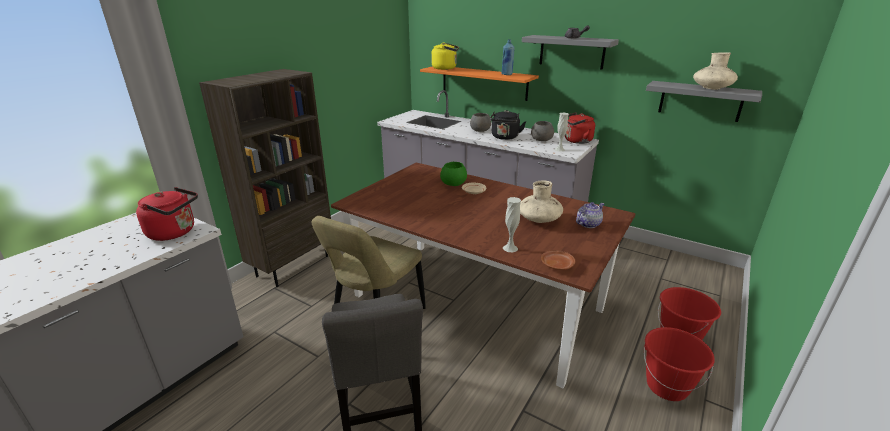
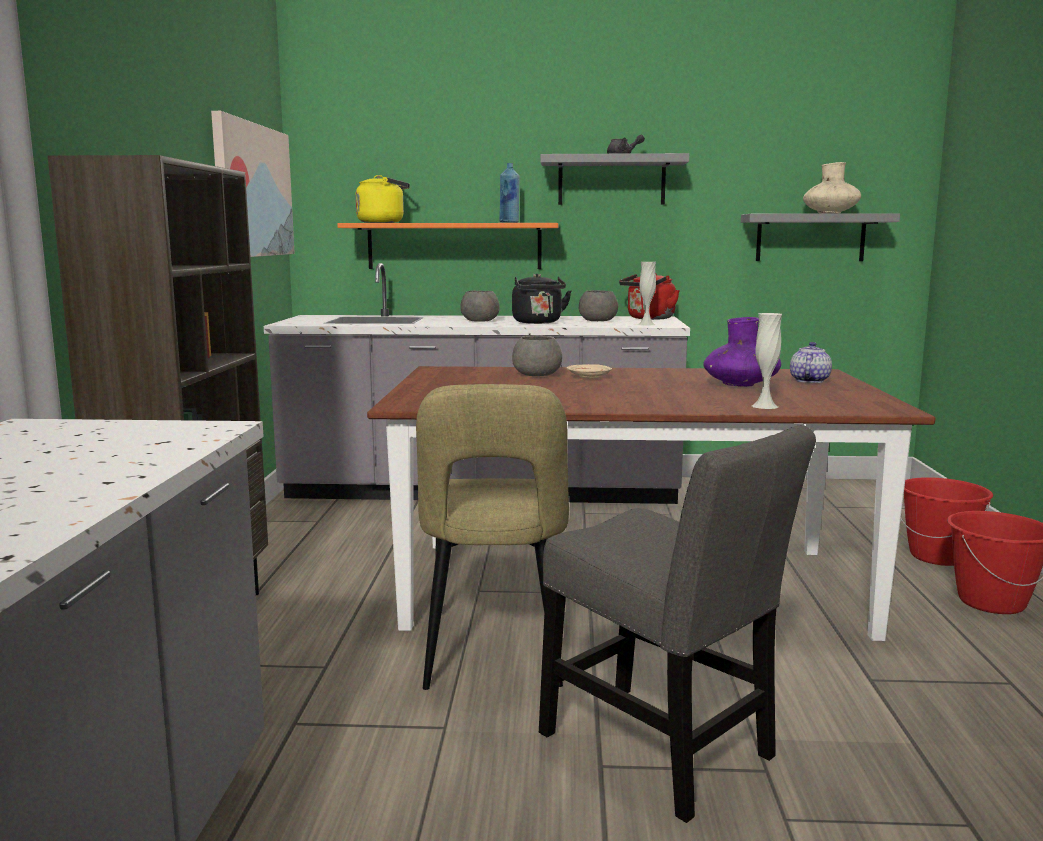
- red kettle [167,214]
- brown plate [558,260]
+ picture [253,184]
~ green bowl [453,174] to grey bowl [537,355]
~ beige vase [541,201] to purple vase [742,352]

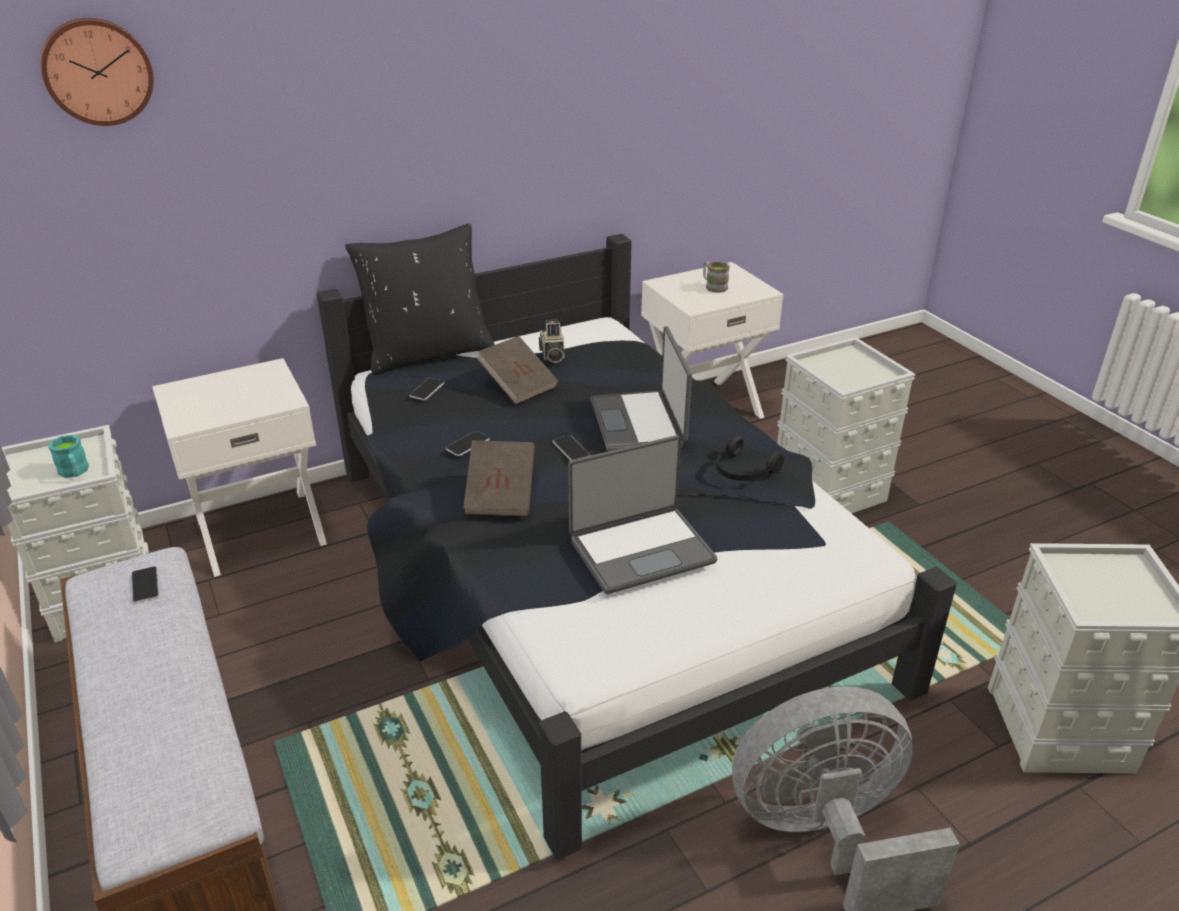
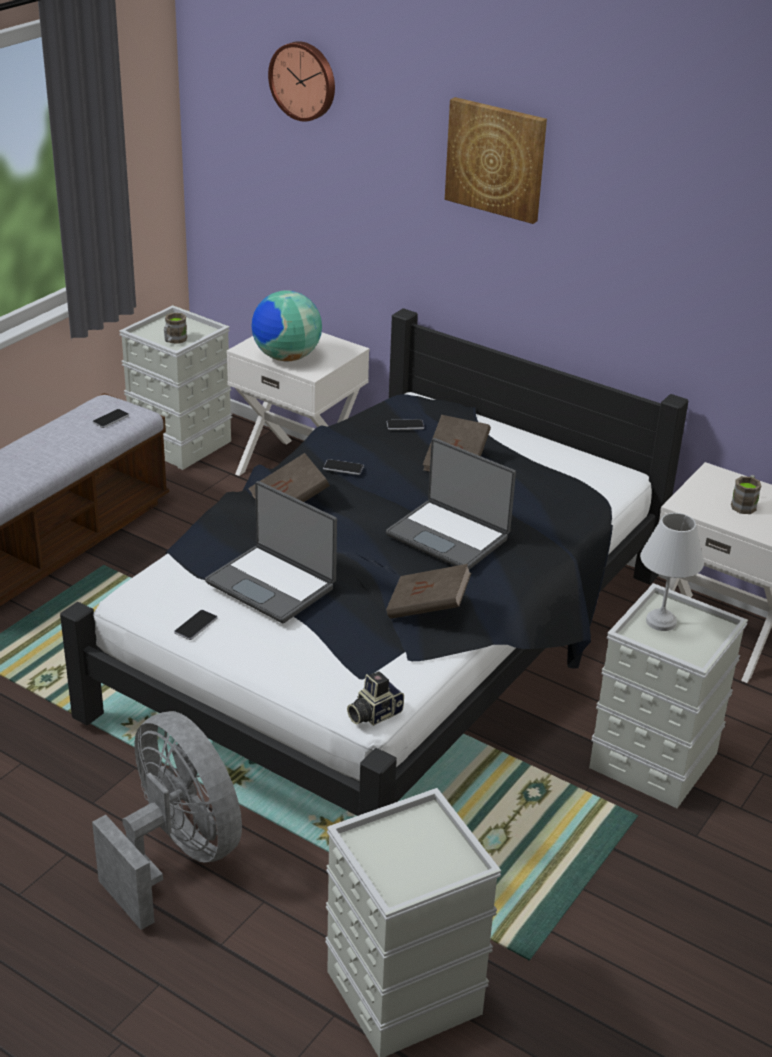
- black pillow [420,299]
+ globe [287,325]
+ picture [496,160]
+ white table lamp [672,572]
~ photo camera [551,341] to [375,698]
~ phone [571,447] to [196,625]
~ black headphones [750,458] to brown book [428,591]
~ turquoise mug [68,456] to brown mug [175,328]
~ laptop [641,388] = [451,504] 105 degrees counterclockwise

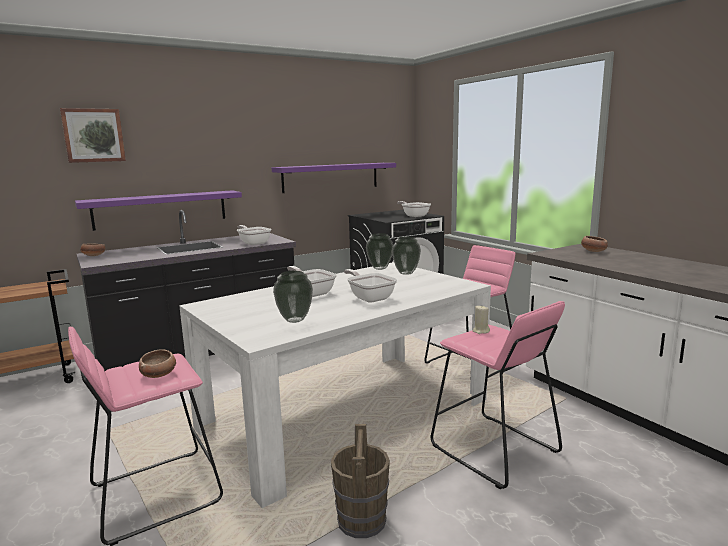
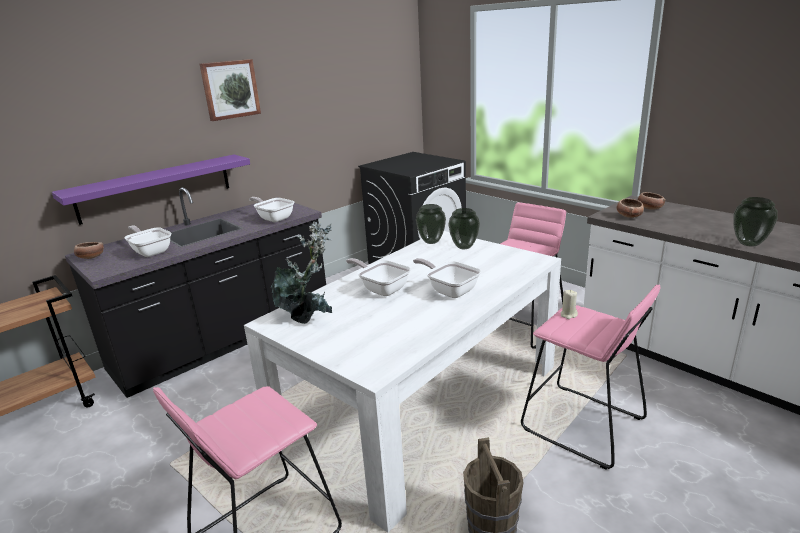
- purple shelf [334,178]
+ potted plant [302,272]
~ picture [93,135] to [230,90]
~ bowl [157,363] to [630,208]
~ vase [293,297] to [755,222]
~ frying pan [414,209] to [147,241]

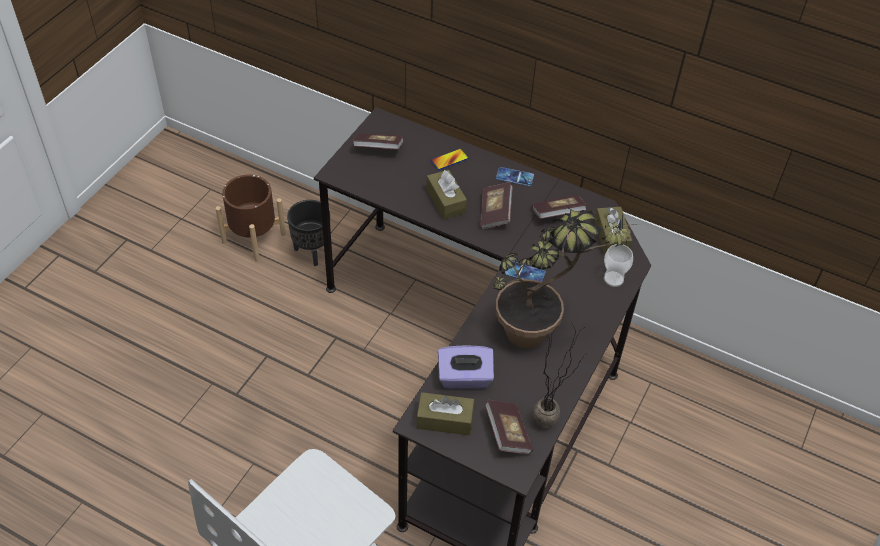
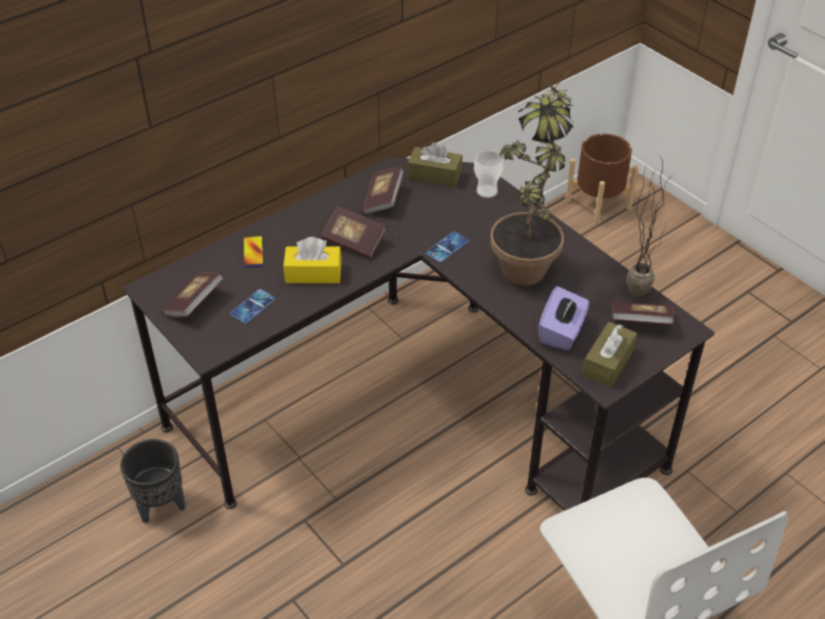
~ brown planter [250,218] to [602,179]
~ phone [515,176] to [253,306]
~ brown tissue box [446,195] to yellow tissue box [312,260]

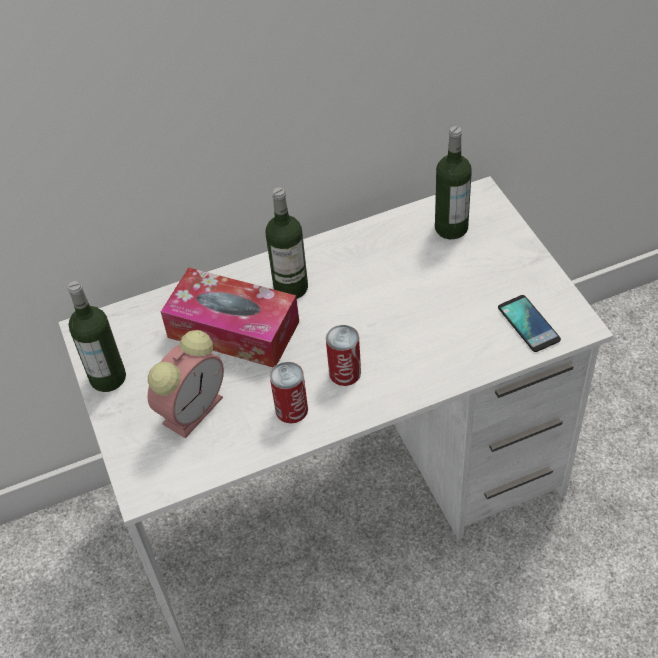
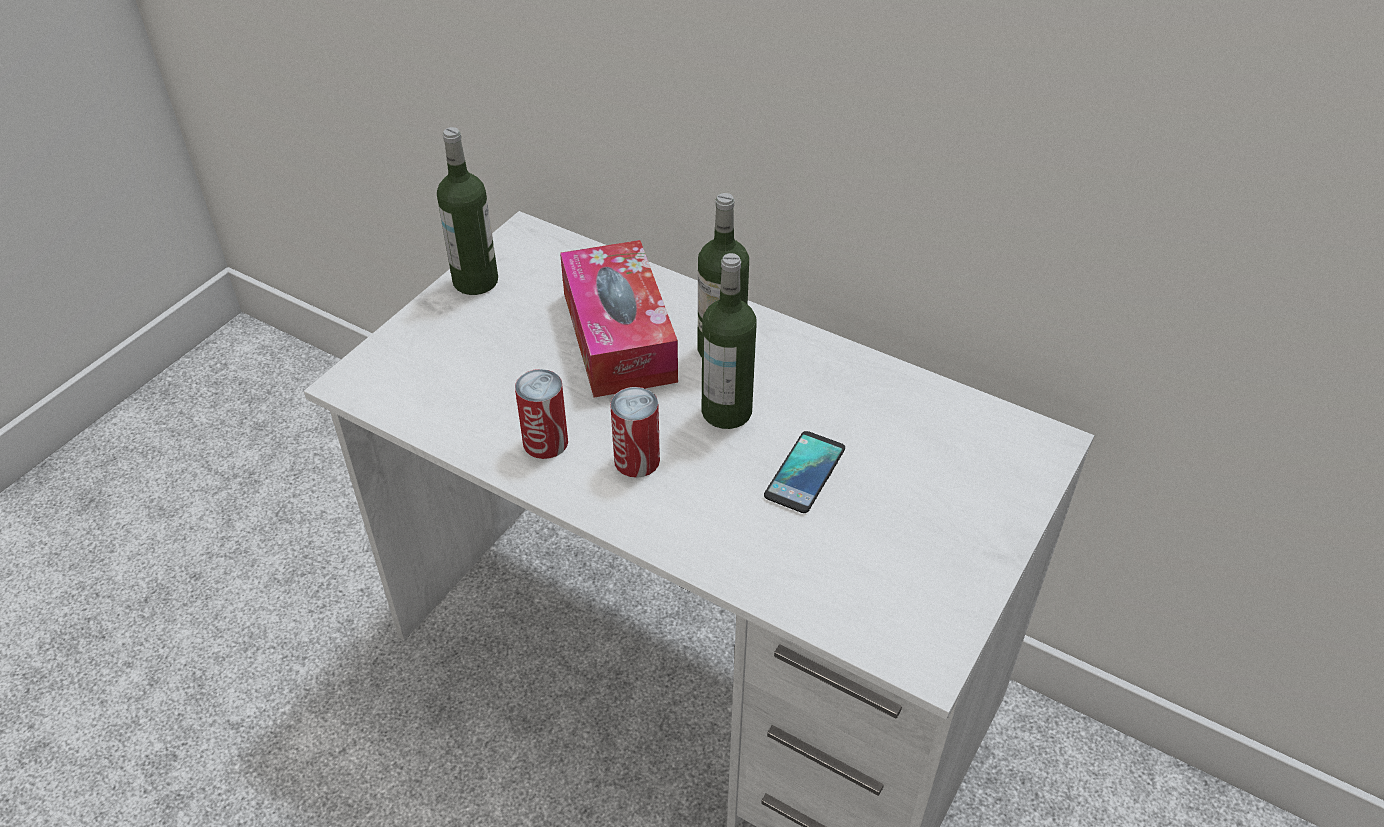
- alarm clock [186,384]
~ bottle [453,182] to [729,341]
~ phone [529,323] to [804,472]

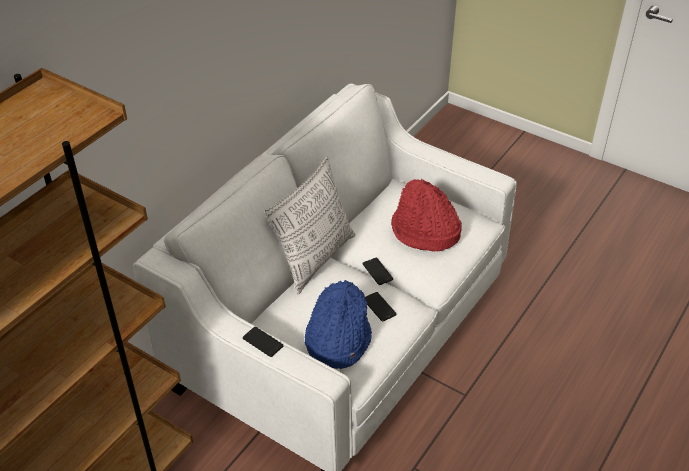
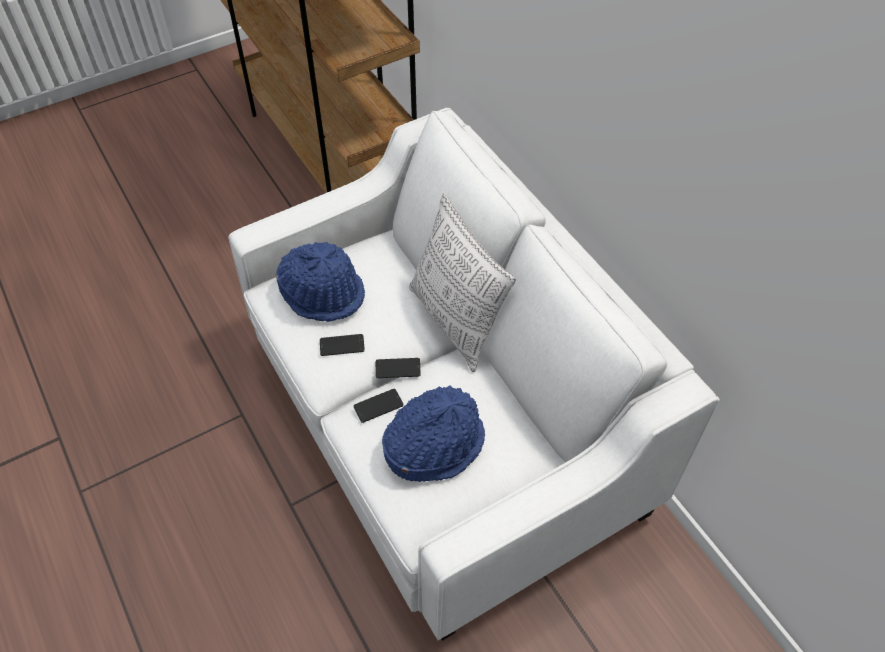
~ phone [262,342] to [379,406]
~ red hat [426,215] to blue hat [433,433]

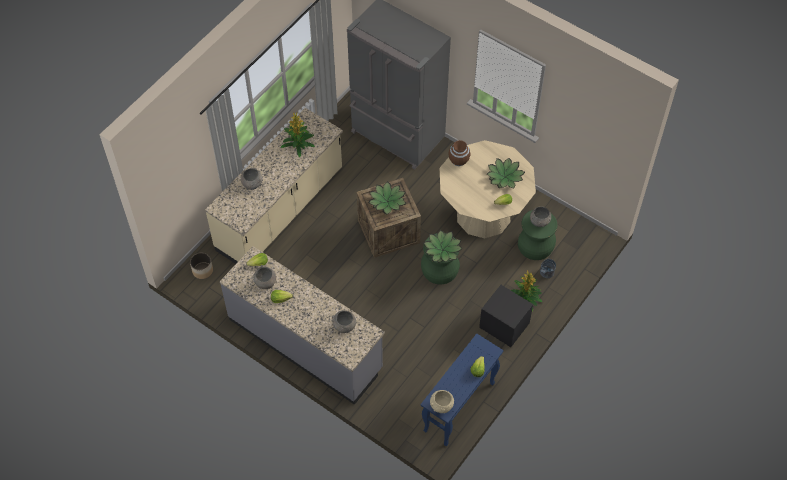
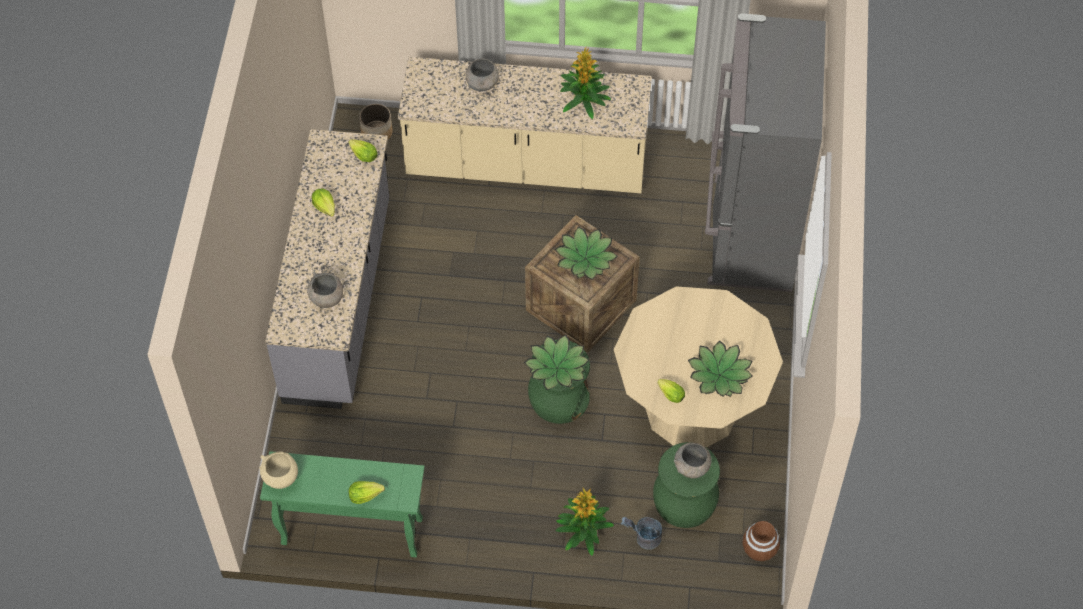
- grey bowl [264,277]
- black nightstand [506,316]
~ brown vase [459,153] to [761,541]
~ blue console table [462,390] to green console table [342,504]

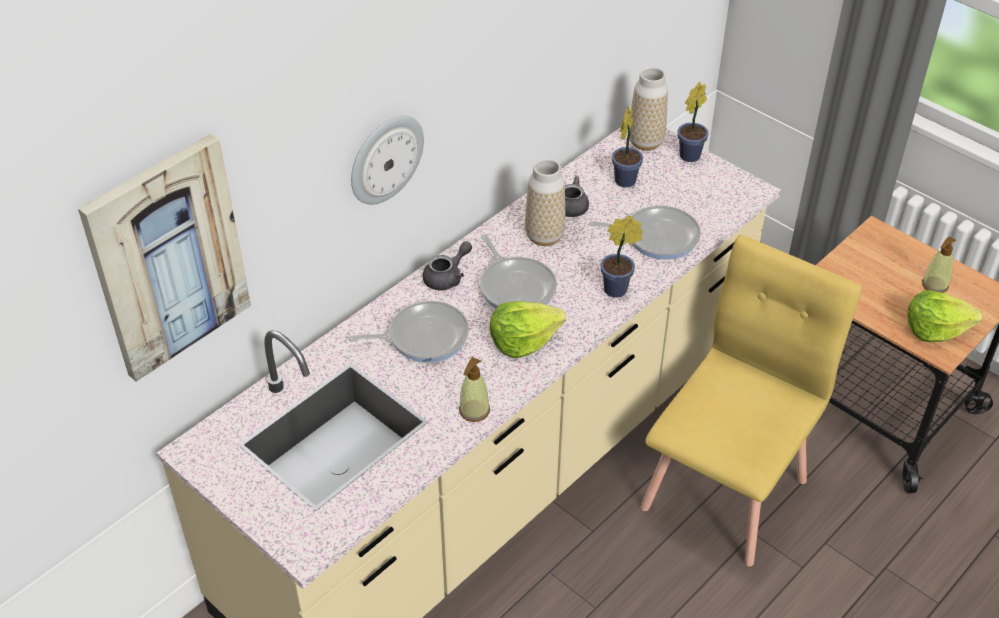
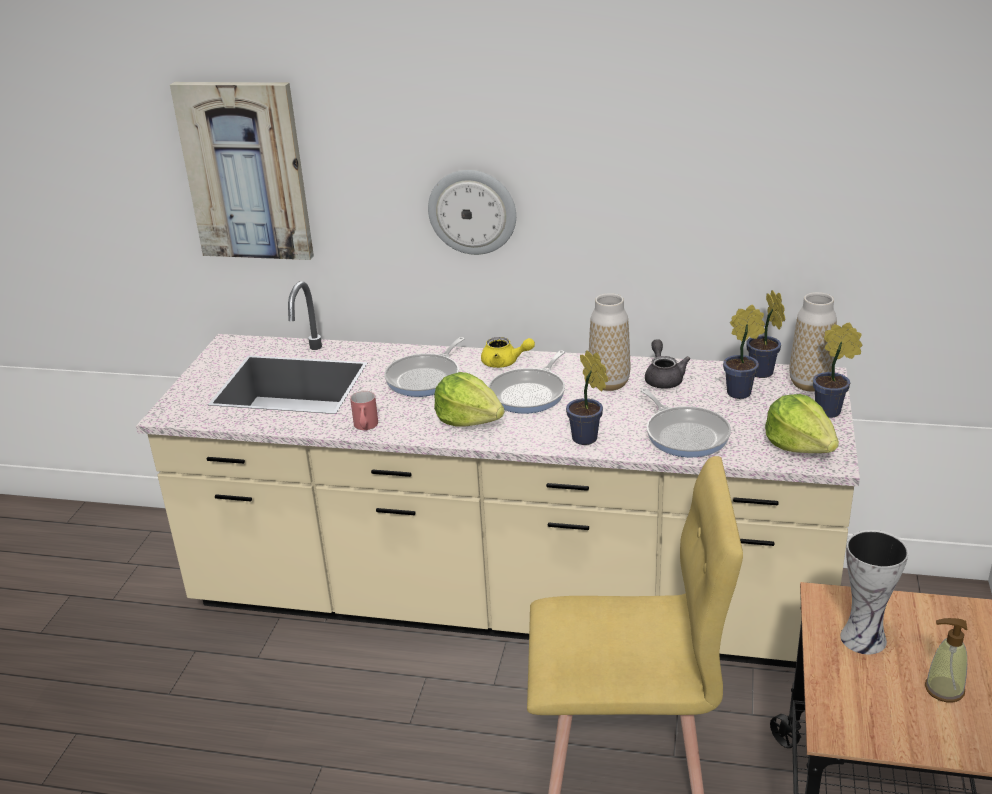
+ potted plant [765,334]
+ vase [874,592]
~ lettuce [945,316] to [802,423]
~ soap dispenser [474,389] to red mug [364,410]
~ grey teapot [447,266] to yellow teapot [508,352]
~ frying pan [408,332] = [424,367] 75 degrees clockwise

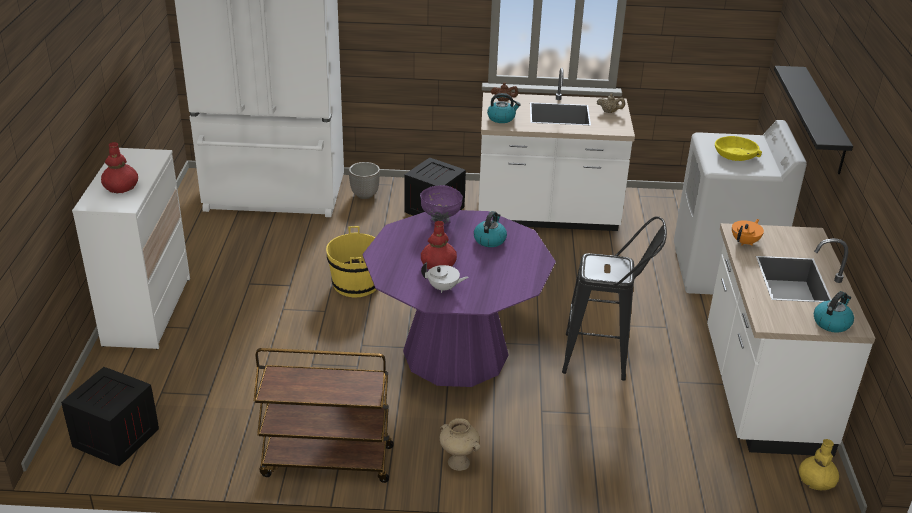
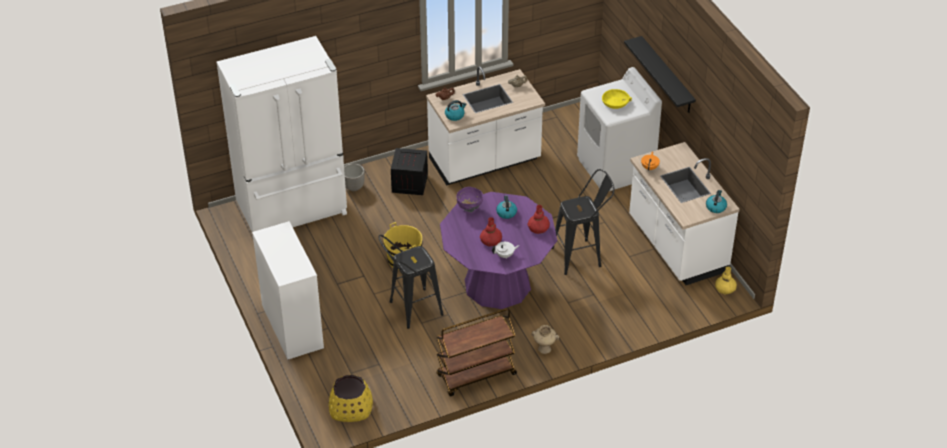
+ black stool [411,282]
~ red vase [119,168] to [539,219]
~ crate [110,416] to yellow planter [351,398]

